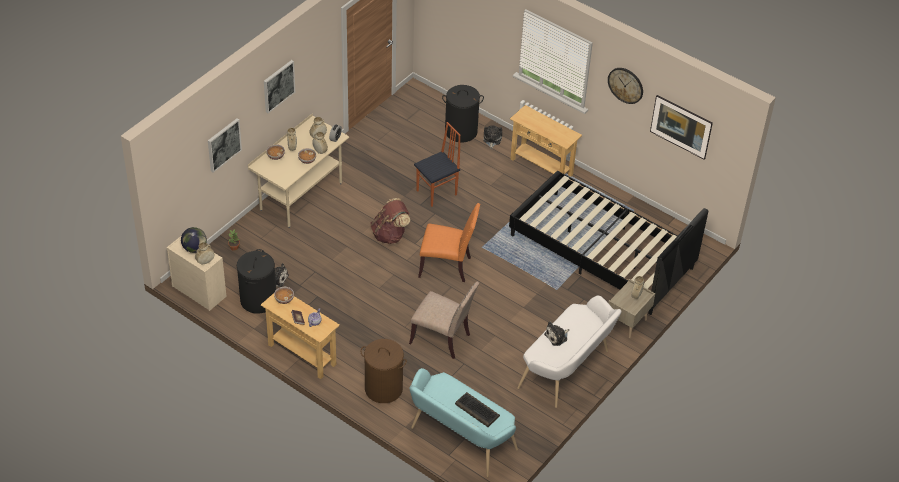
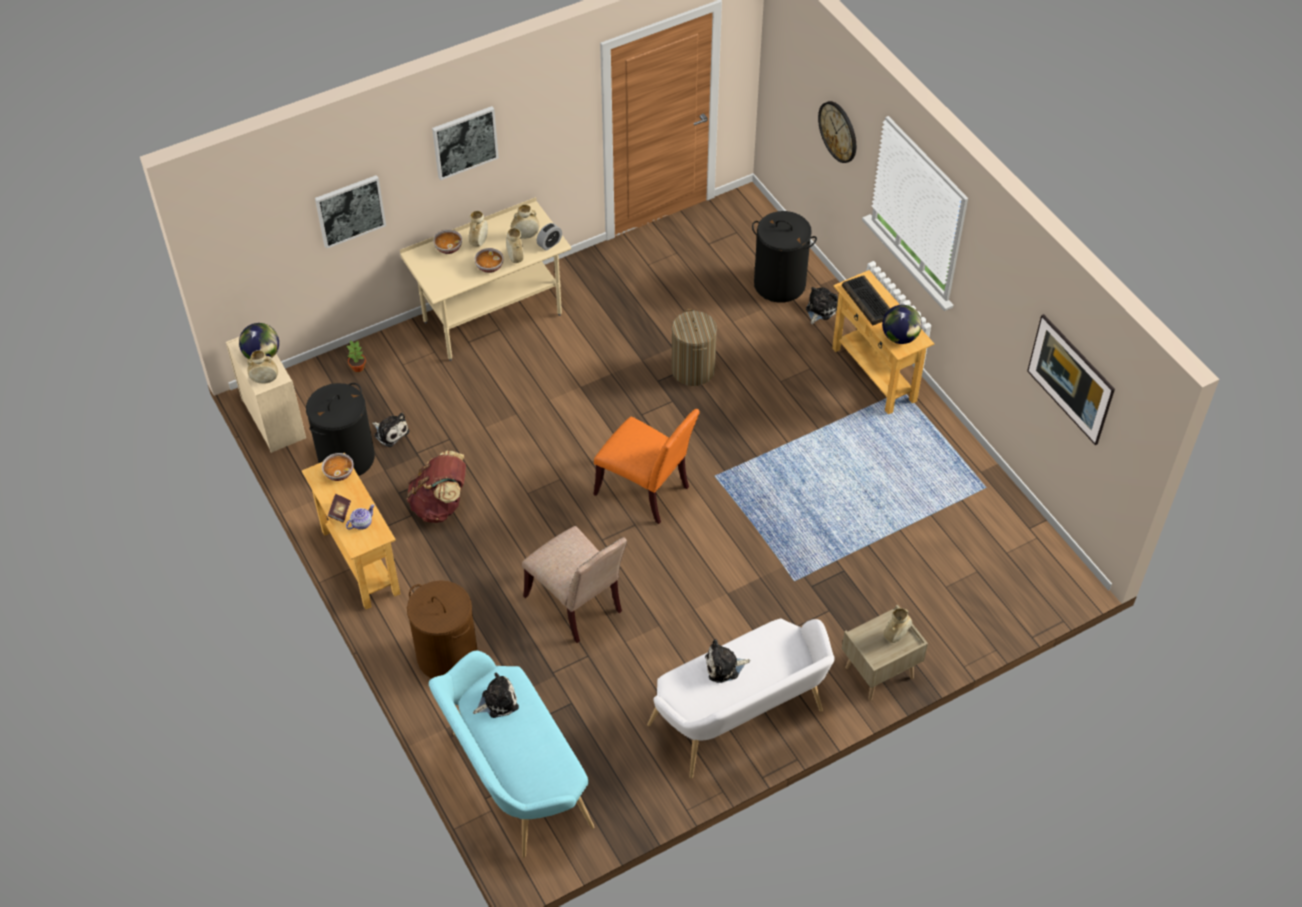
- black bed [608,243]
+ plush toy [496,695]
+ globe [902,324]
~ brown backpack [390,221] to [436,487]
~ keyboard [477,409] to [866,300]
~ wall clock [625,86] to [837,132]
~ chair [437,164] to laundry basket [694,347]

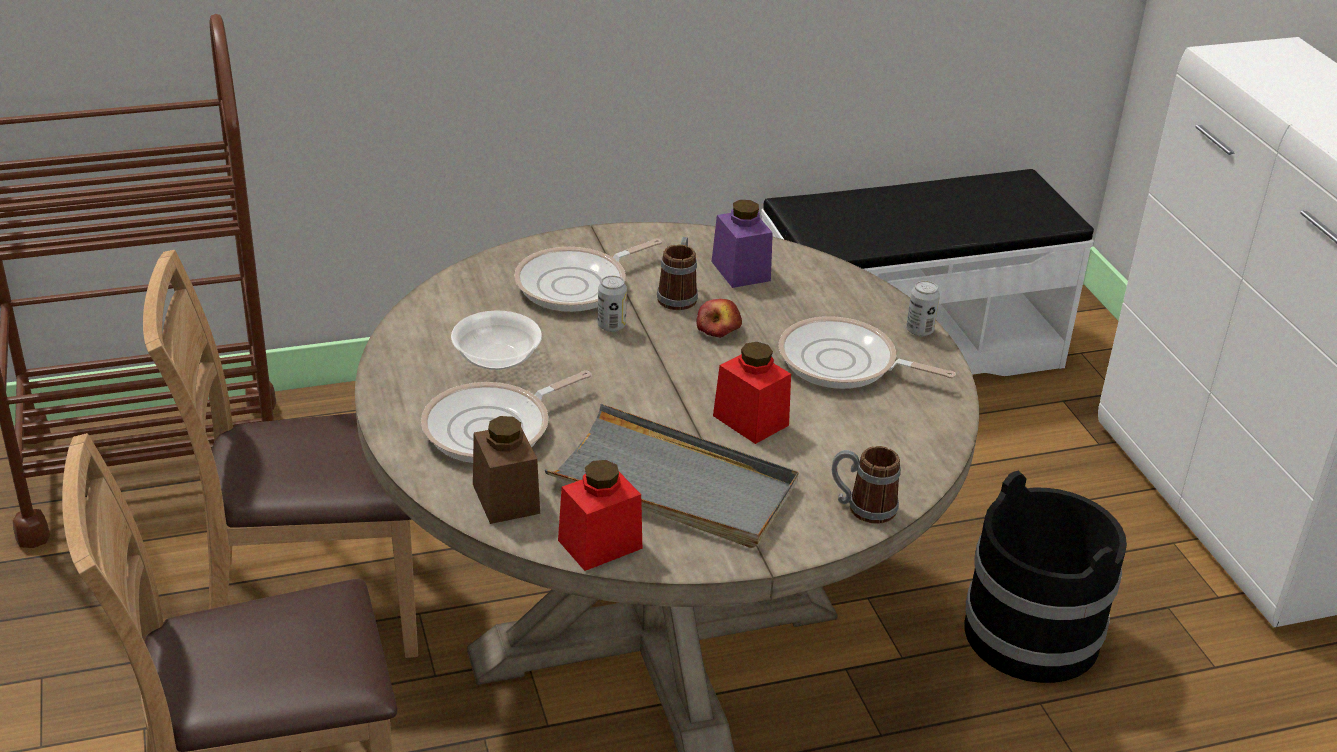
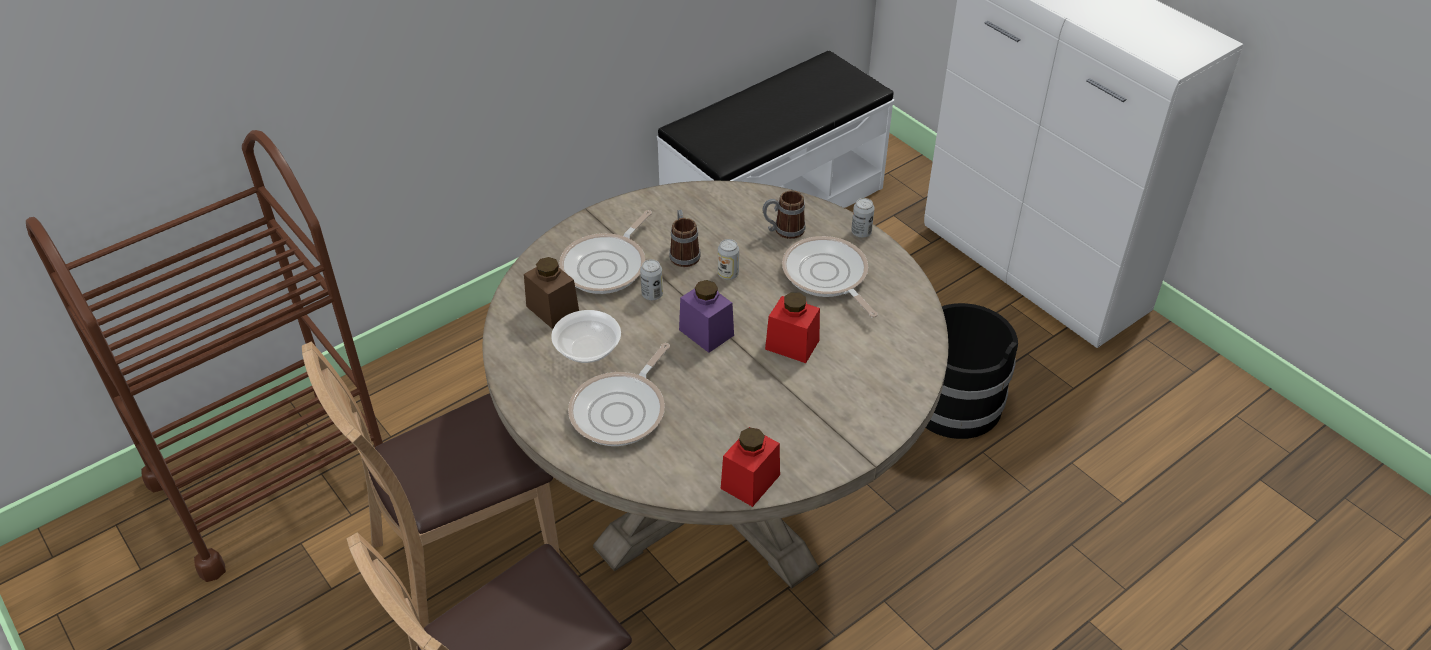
- grey tray [672,476]
~ brown jar [506,470] to [551,293]
~ purple jar [742,244] to [706,316]
~ mug [866,485] to [784,214]
~ apple [719,318] to can [728,259]
~ frying pan [867,352] = [830,276] 60 degrees clockwise

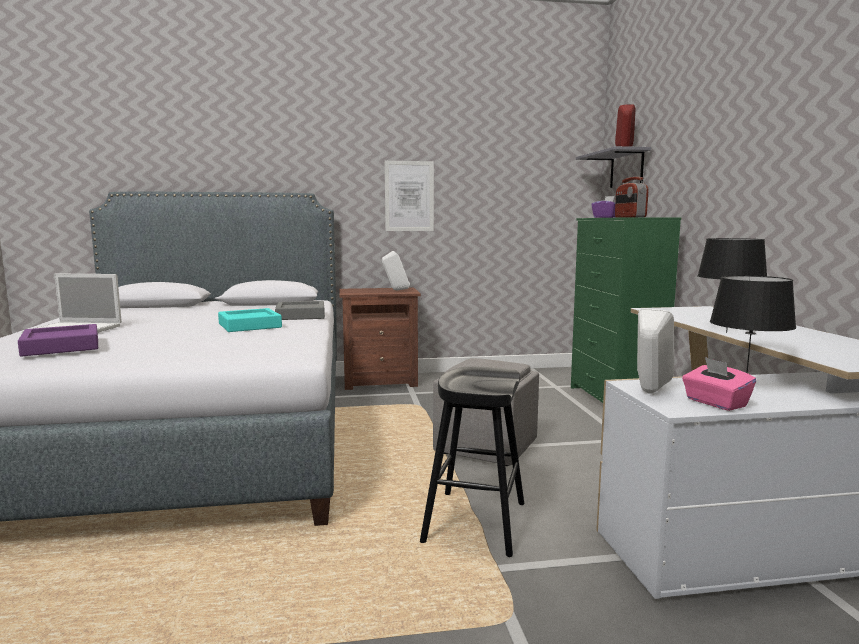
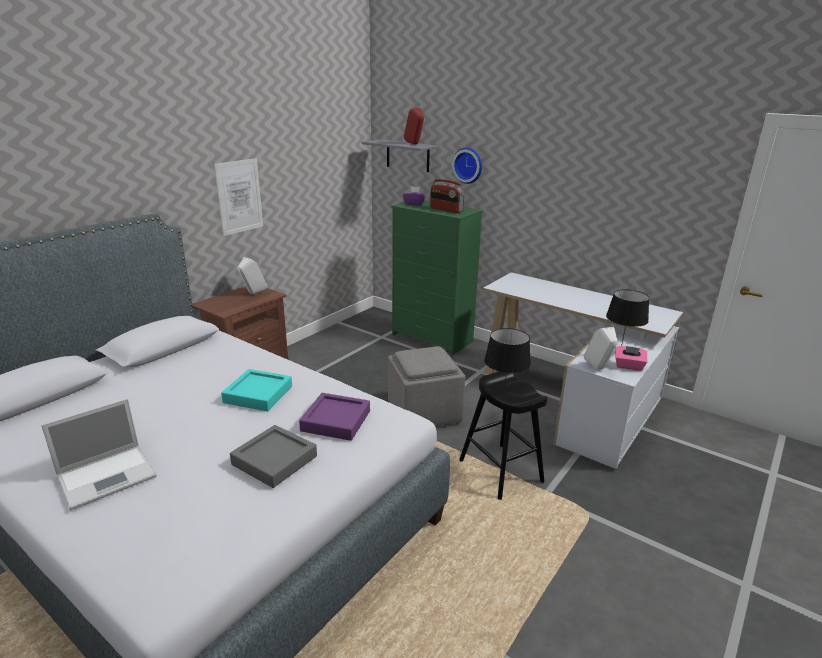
+ wall clock [467,165]
~ purple tray [58,340] to [334,417]
~ grey tray [300,310] to [273,456]
~ black table lamp [732,285] to [507,361]

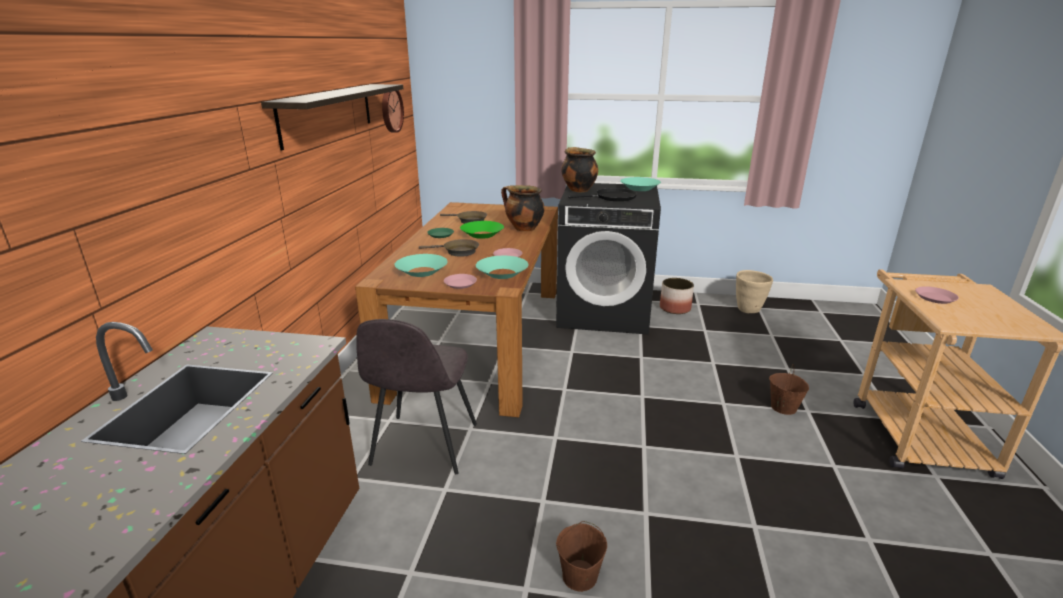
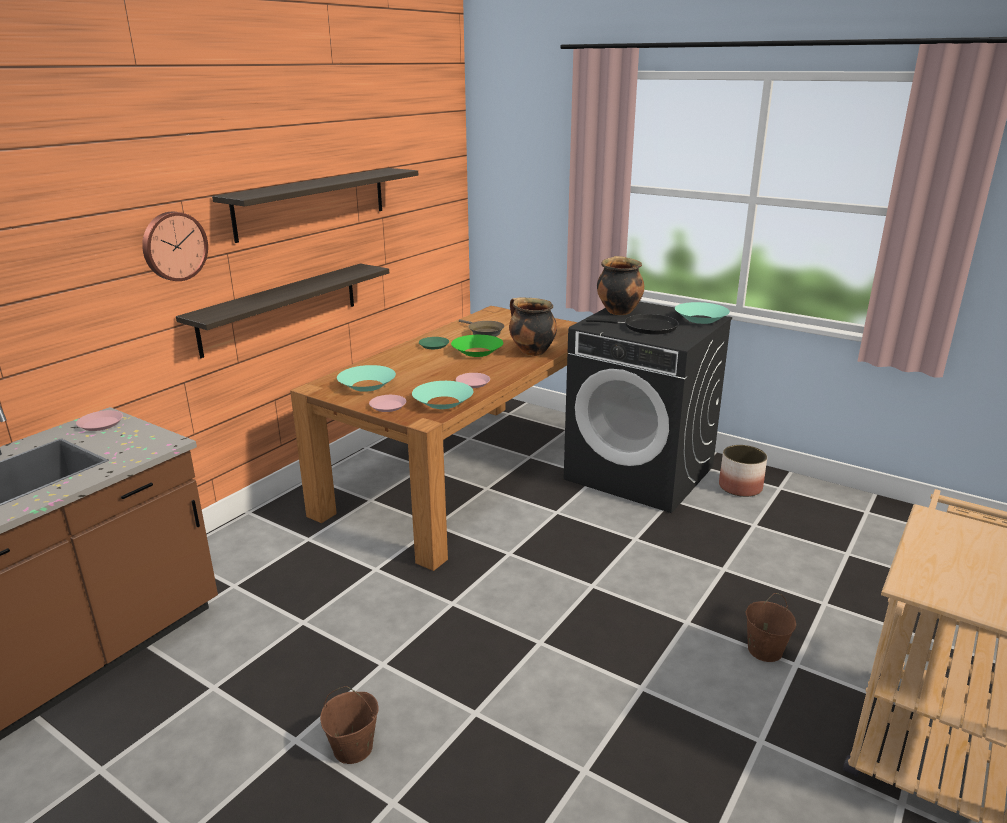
- grey chair [416,396]
- brown frying pan [449,248]
- beige planter [754,291]
+ shelf [282,310]
~ wall clock [393,111] to [175,246]
~ pink plate [937,295] to [99,420]

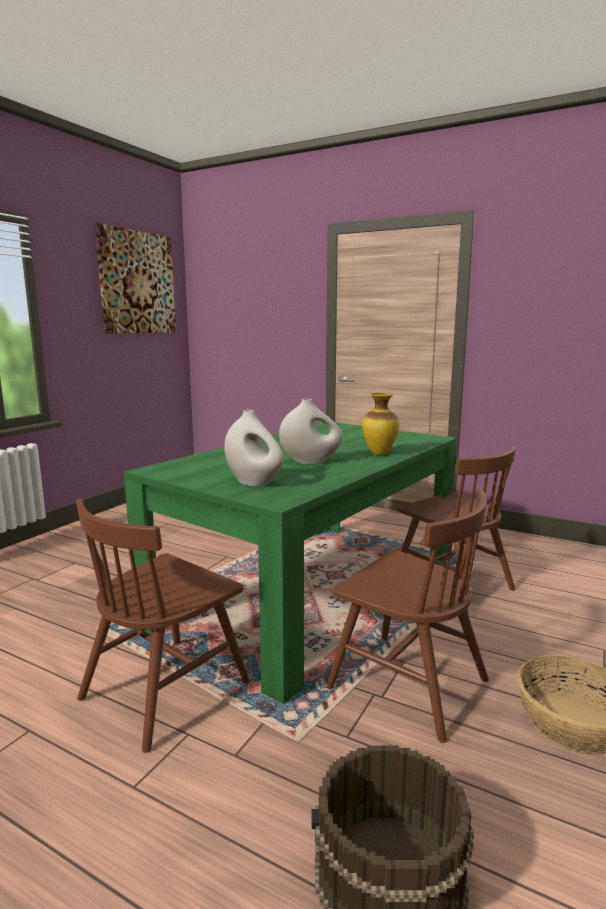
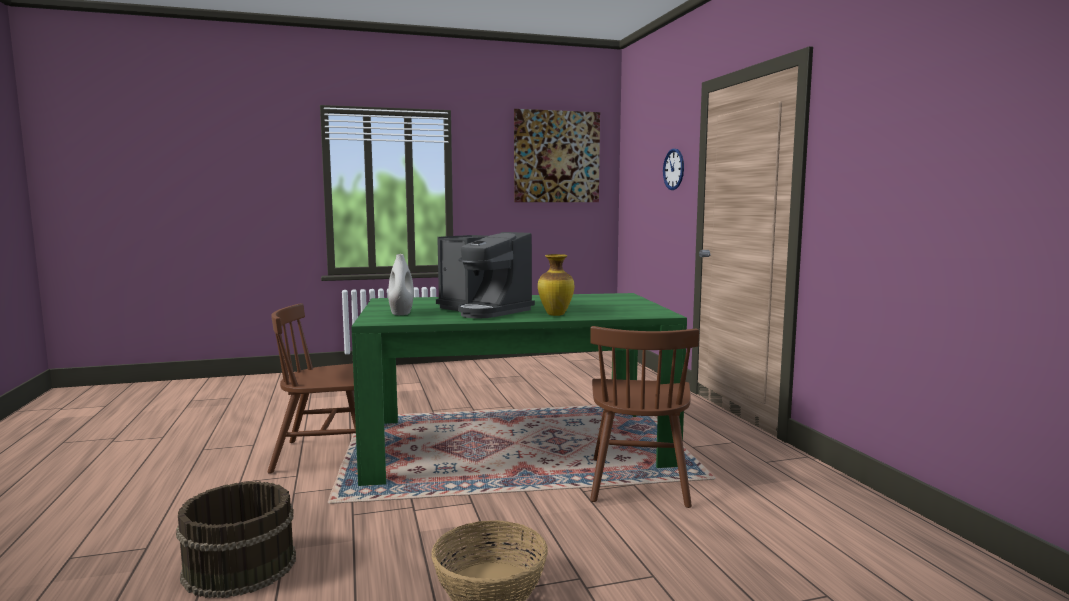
- brown chair [407,616]
+ wall clock [673,169]
~ white vase [311,431] to coffee machine [485,275]

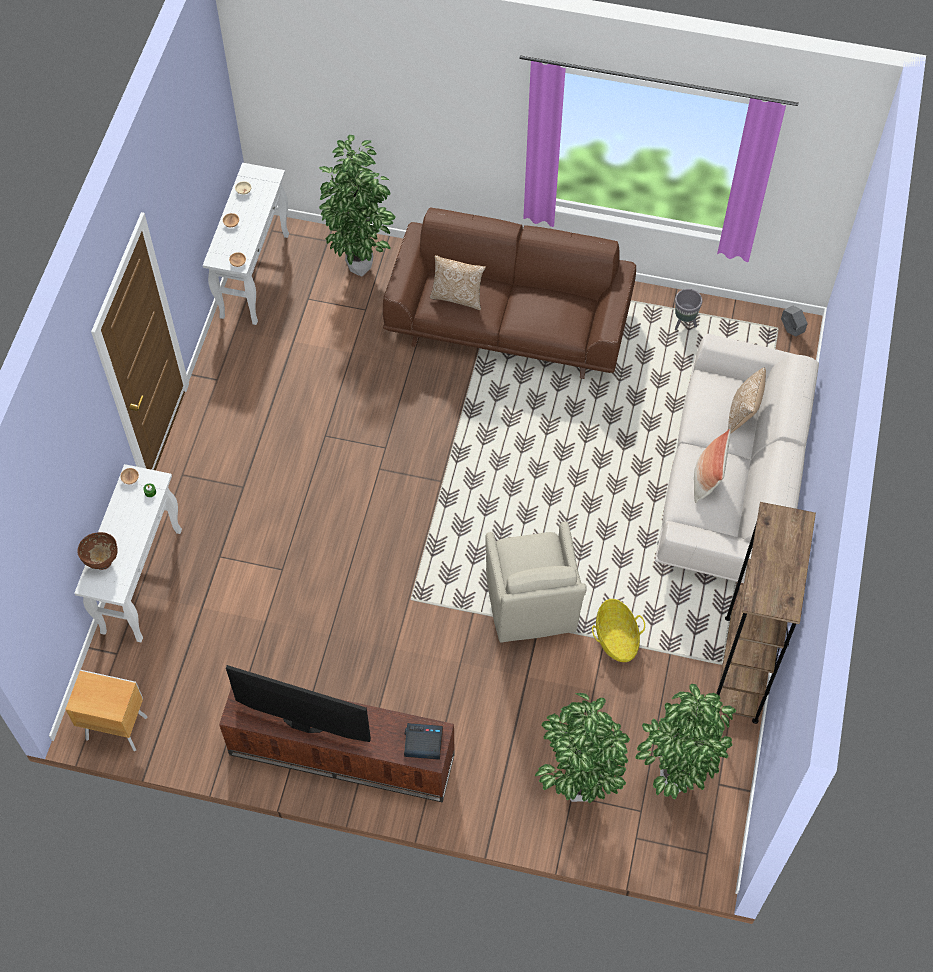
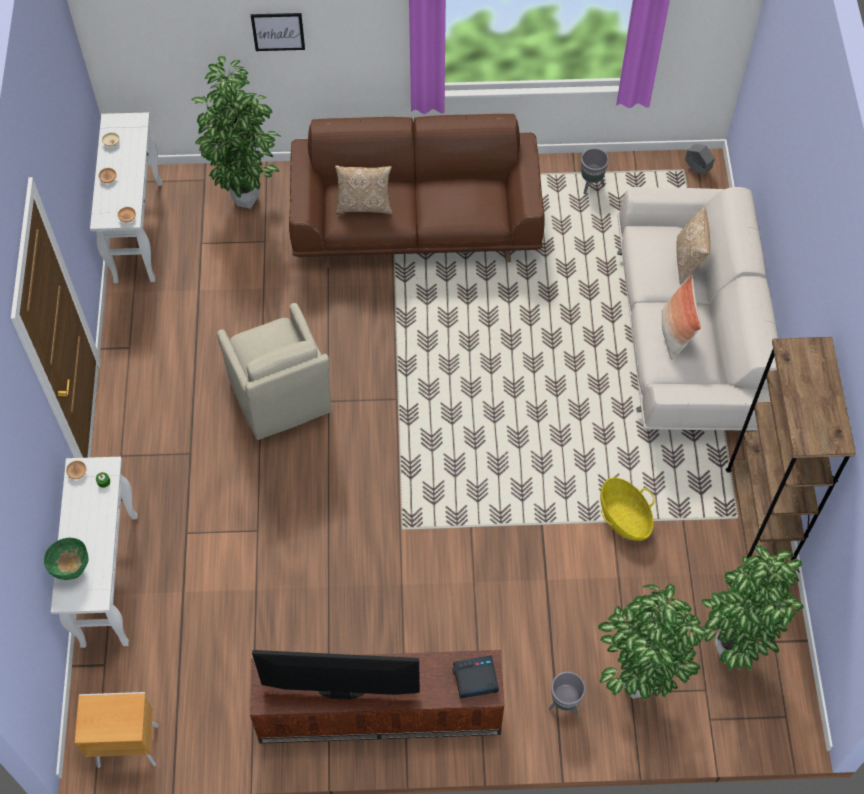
+ picture [278,32]
+ grey planter [567,693]
~ beige armchair [536,582] to [274,371]
~ brown bowl [97,551] to green bowl [66,559]

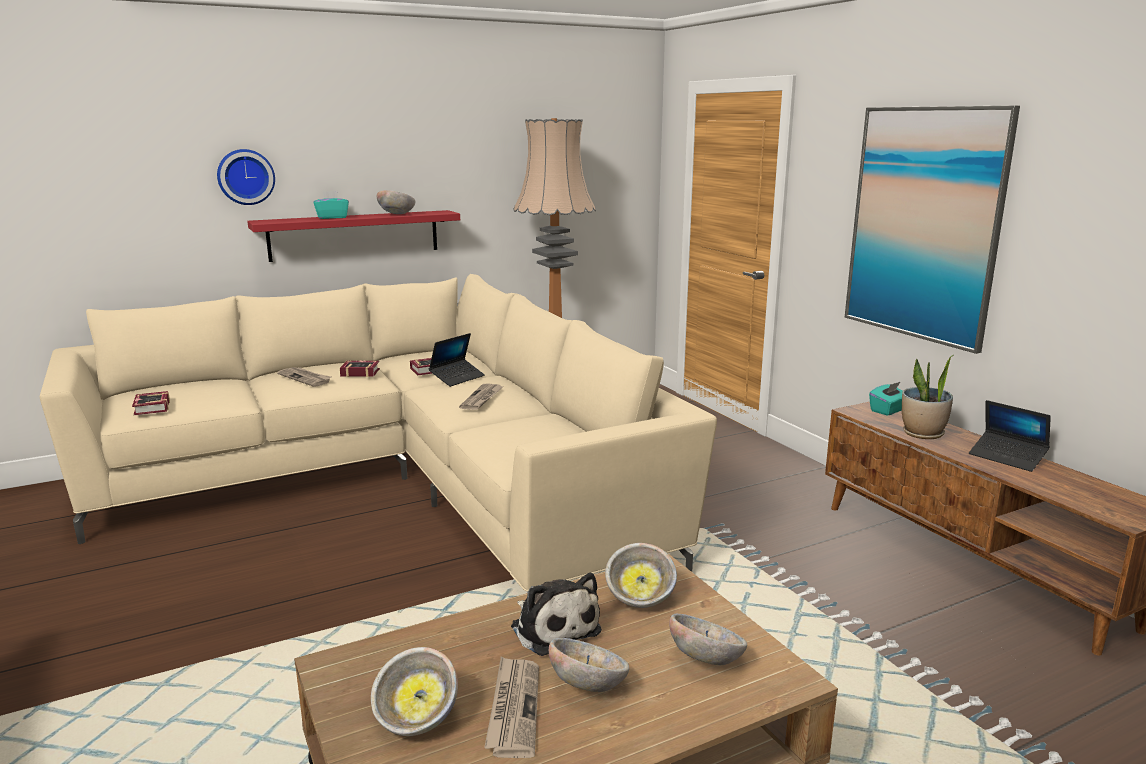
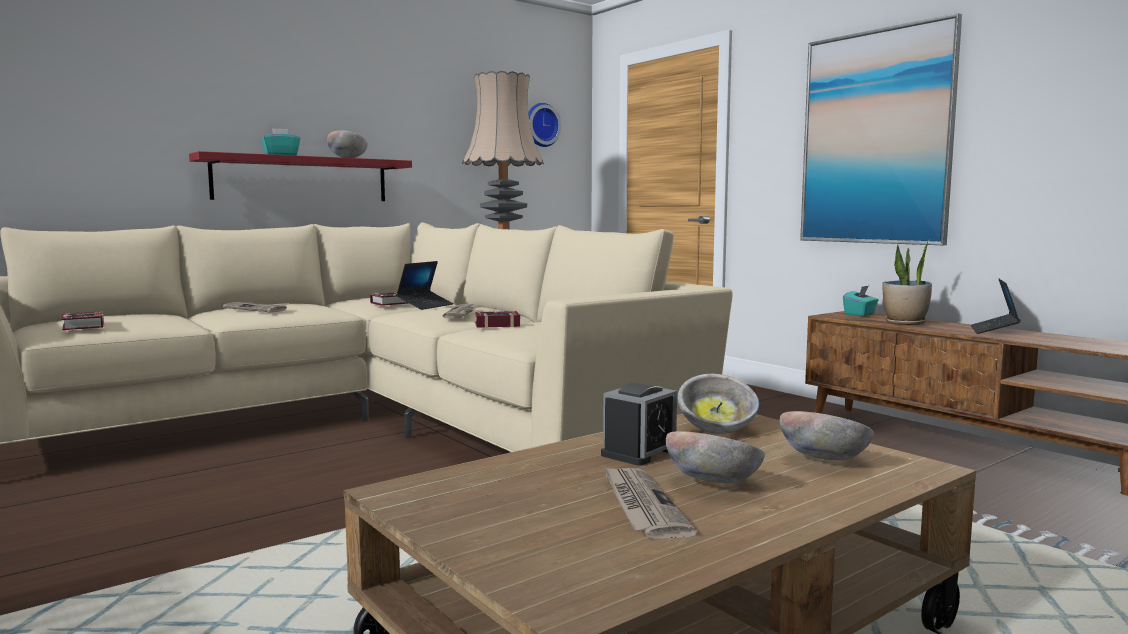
- bowl [414,691]
~ wall clock [246,177] to [544,125]
~ book [360,368] to [497,319]
~ plush toy [556,614] to alarm clock [639,424]
~ laptop [1010,436] = [995,306] 75 degrees clockwise

